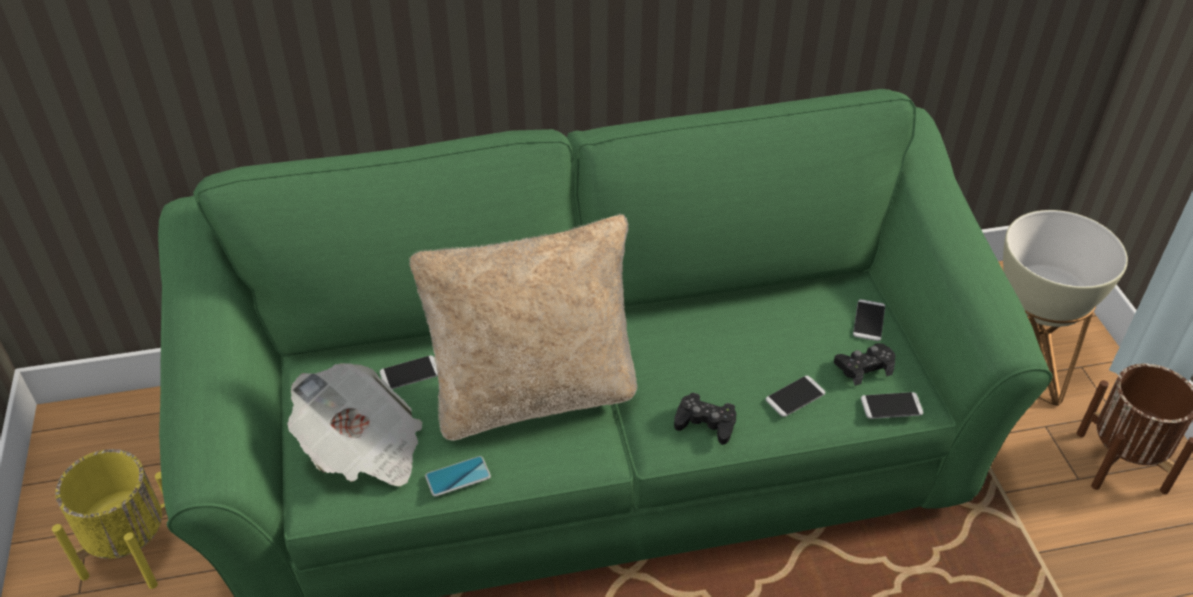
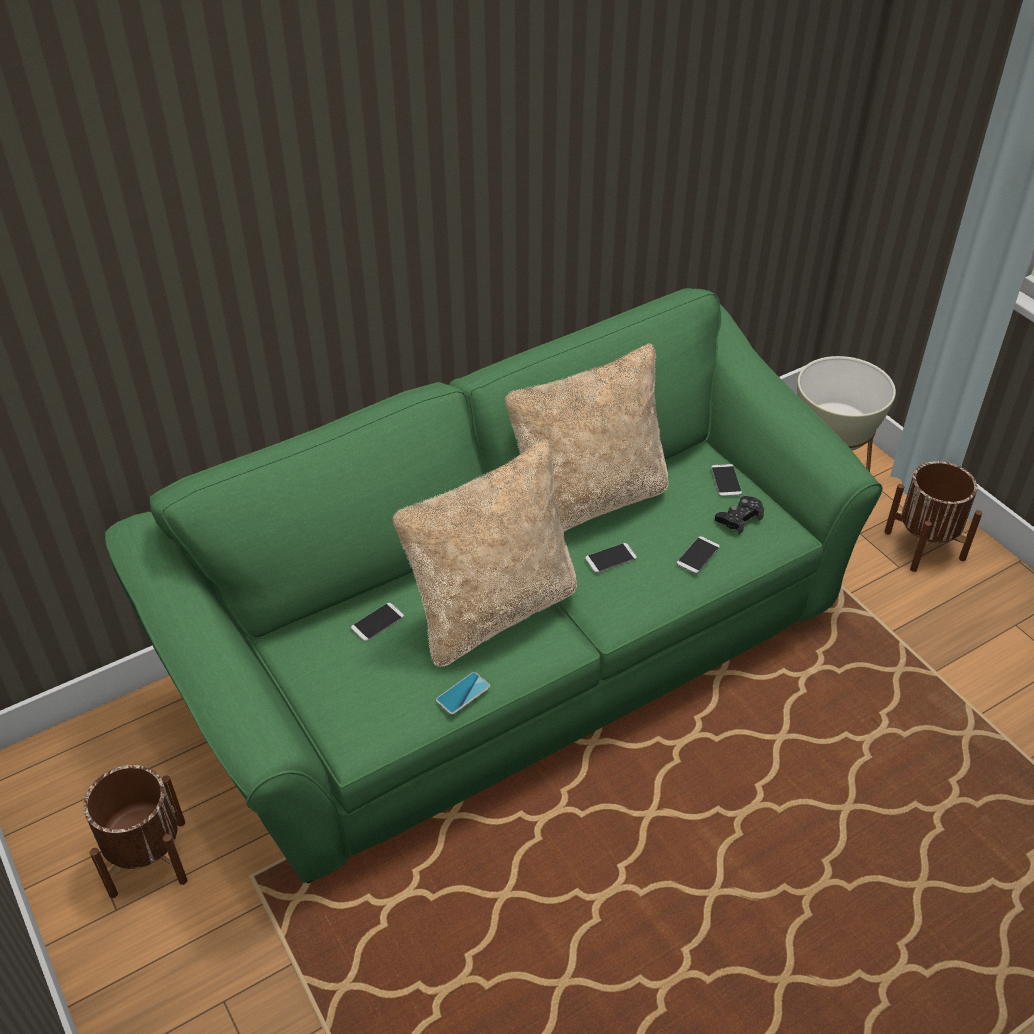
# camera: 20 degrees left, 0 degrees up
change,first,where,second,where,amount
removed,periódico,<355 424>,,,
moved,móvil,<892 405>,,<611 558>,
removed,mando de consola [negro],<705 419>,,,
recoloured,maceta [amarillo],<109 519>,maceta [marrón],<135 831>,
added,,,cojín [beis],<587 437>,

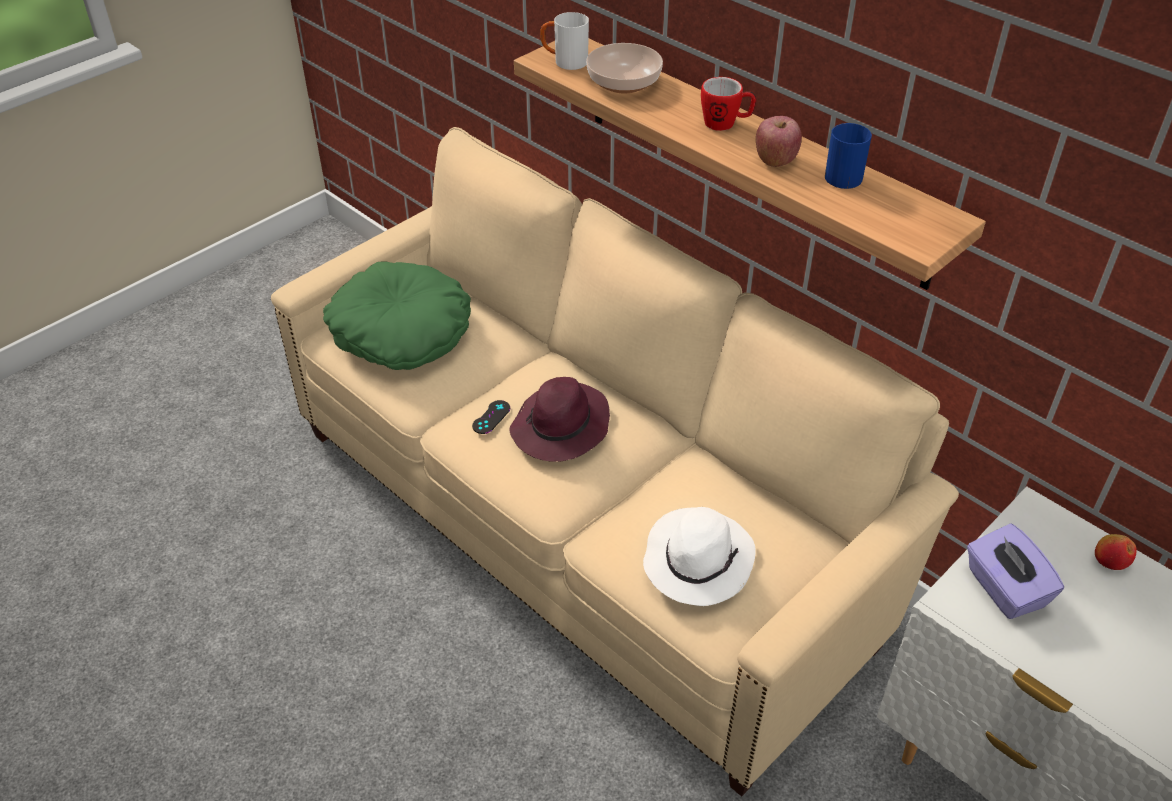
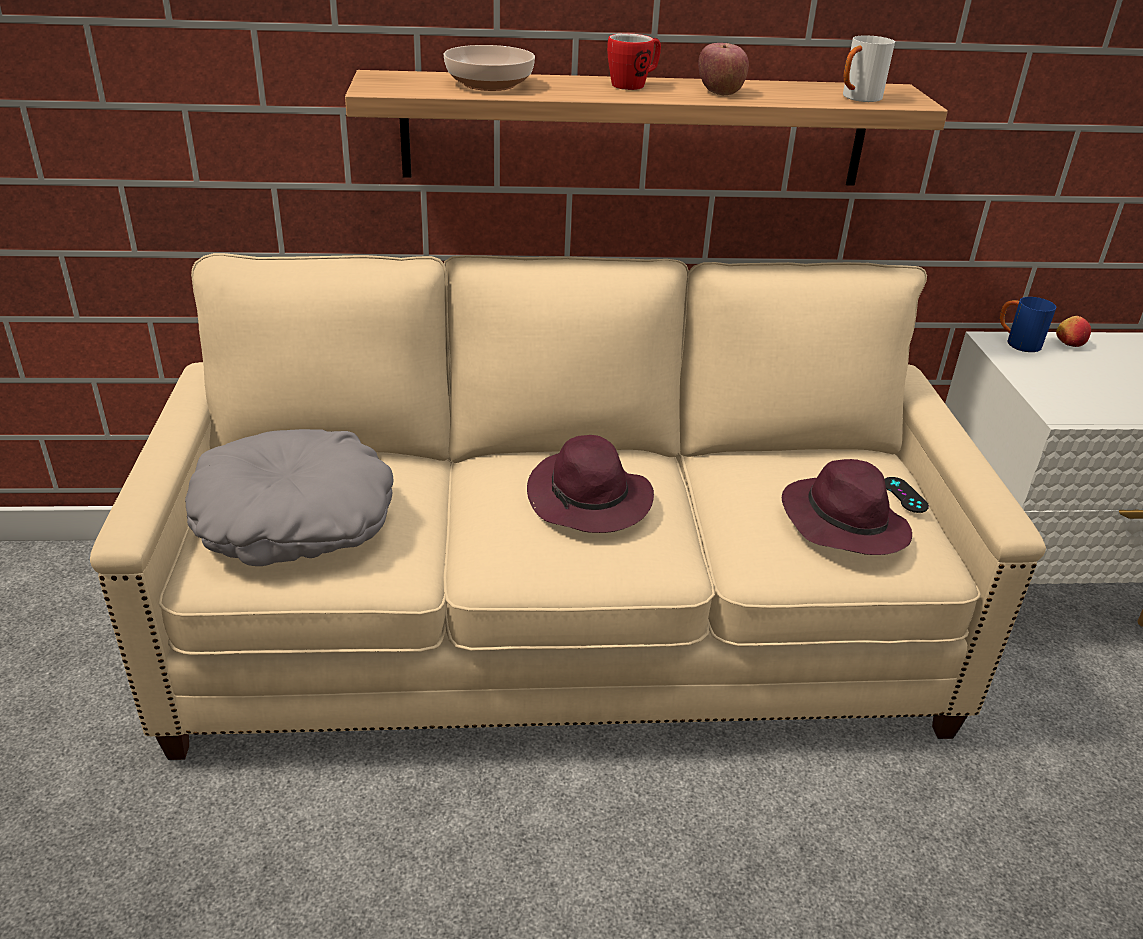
# camera: 50 degrees left, 10 degrees down
change,first,where,second,where,amount
moved,taza grande [blanco],<564 41>,,<869 69>,
moved,taza grande [azul],<848 156>,,<1028 324>,
recoloured,cojín [verde],<397 316>,cojín [gris],<289 497>,
moved,mando de consola [negro],<491 417>,,<906 495>,
recoloured,sombrero [blanco],<699 556>,sombrero [morado],<847 507>,
removed,caja de pañuelos [morado],<1015 571>,,,

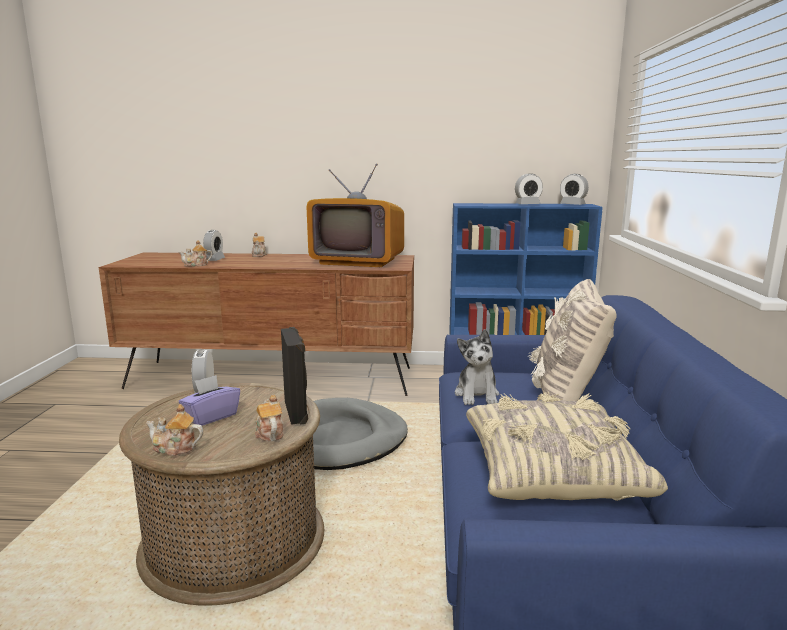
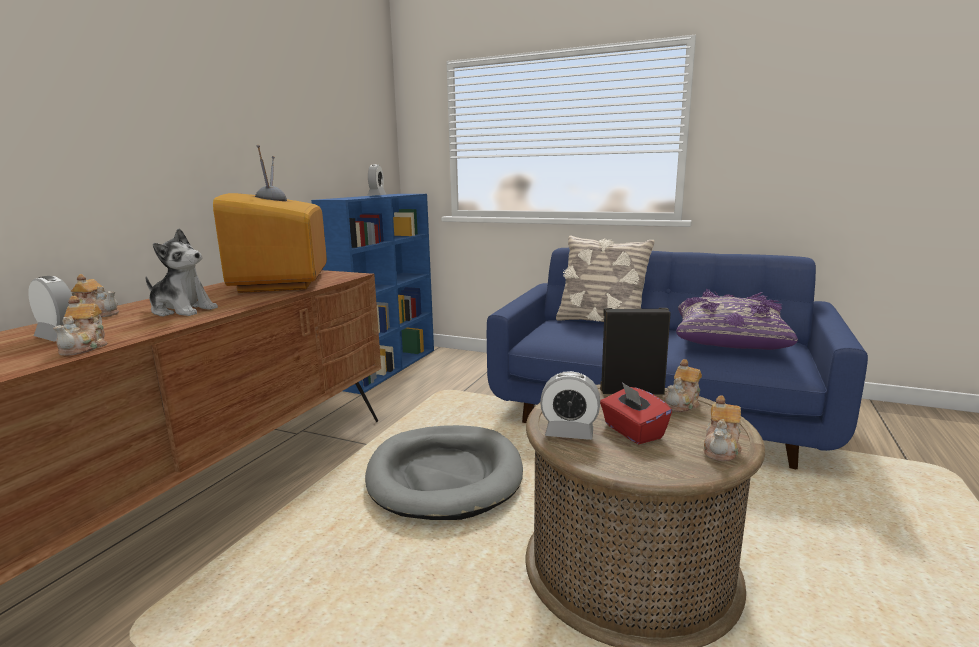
# camera: 70 degrees left, 0 degrees up
change,first,where,second,where,amount
turned,televisor,<355 215>,,<270 219>,135 degrees clockwise
removed,despertador,<574 189>,,,
moved,peluche,<477 367>,,<181 272>,
recoloured,caja de pañuelos [morado],<209 400>,caja de pañuelos [rojo],<636 413>,
recoloured,cojín [beis],<567 446>,cojín [morado],<737 319>,
turned,tetera,<269 418>,,<683 385>,45 degrees counterclockwise

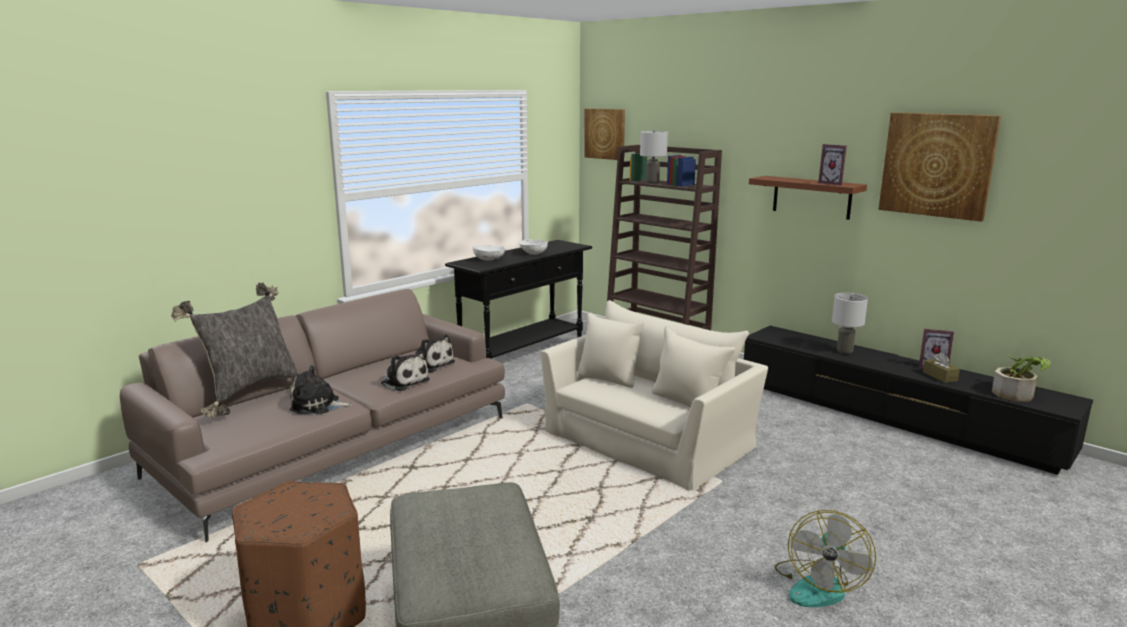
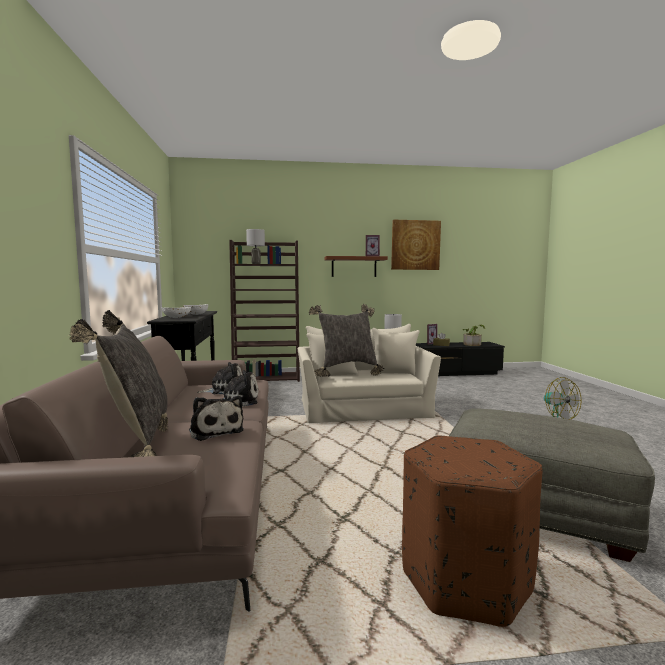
# camera: 50 degrees left, 10 degrees down
change,first,where,second,where,amount
removed,cuadro,<604 134>,,,
turned,peluche,<321 389>,,<216 418>,75 degrees counterclockwise
added,,,cojín,<347 340>,

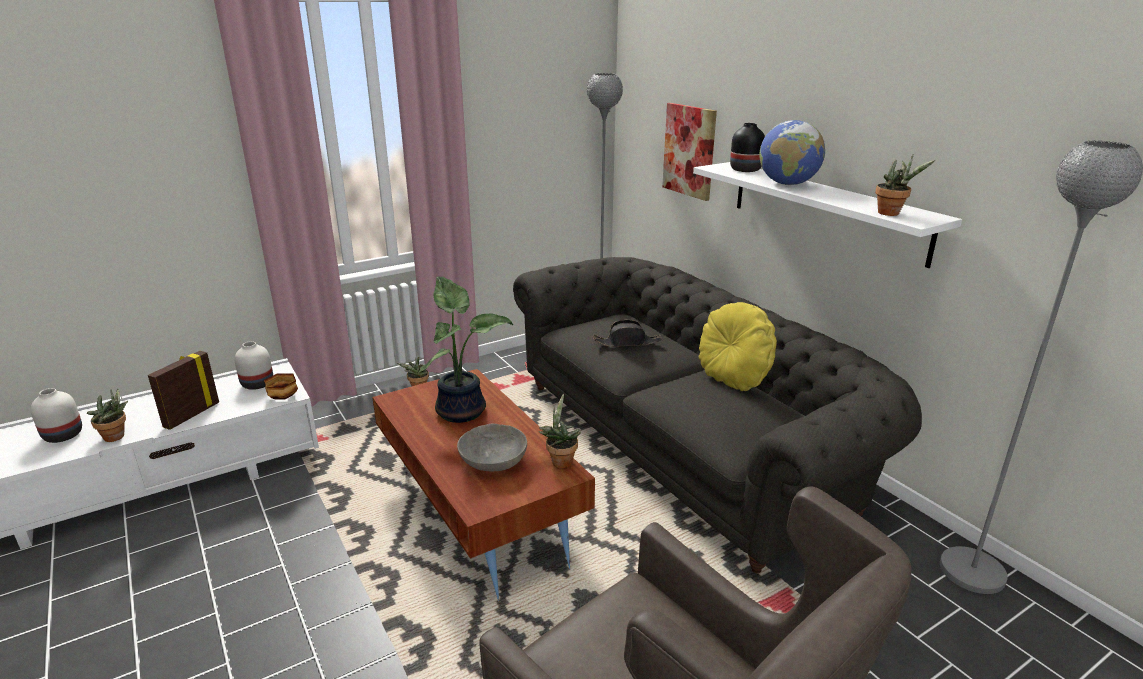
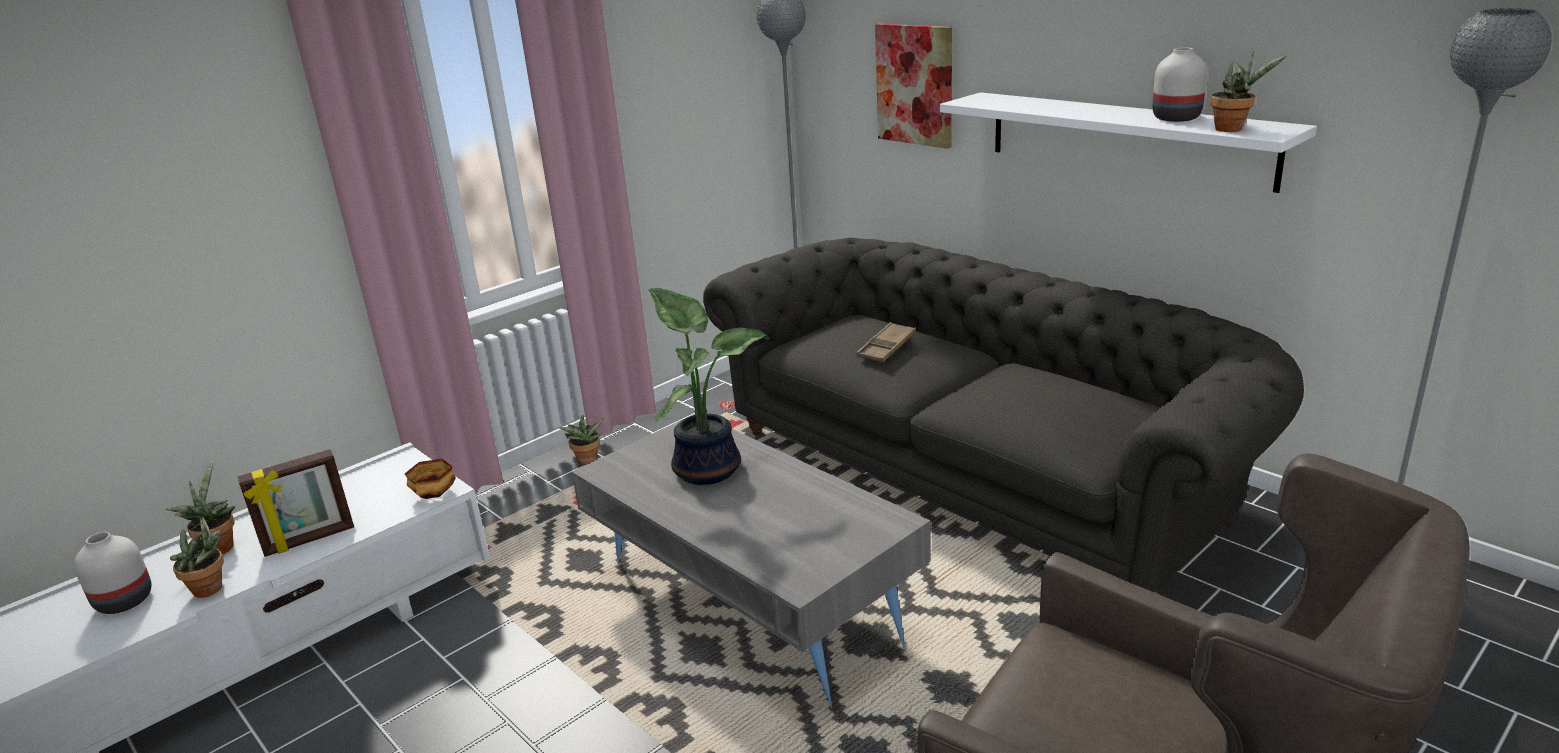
# camera: 10 degrees left, 0 degrees up
change,first,where,second,where,amount
removed,globo terráqueo,<792 152>,,,
removed,florero [negro],<747 147>,,,
removed,cojín [amarillo],<738 346>,,,
replaced,sombrero [negro],<627 333>,bandeja [marrón],<886 342>,
moved,florero [blanco],<253 365>,,<1179 84>,
turned,portarretratos,<183 390>,,<296 503>,135 degrees counterclockwise
recoloured,mesa de centro [marrón],<483 485>,mesa de centro [gris],<751 561>,
moved,planta en maceta,<560 431>,,<200 507>,
removed,cuenco [gris],<492 447>,,,

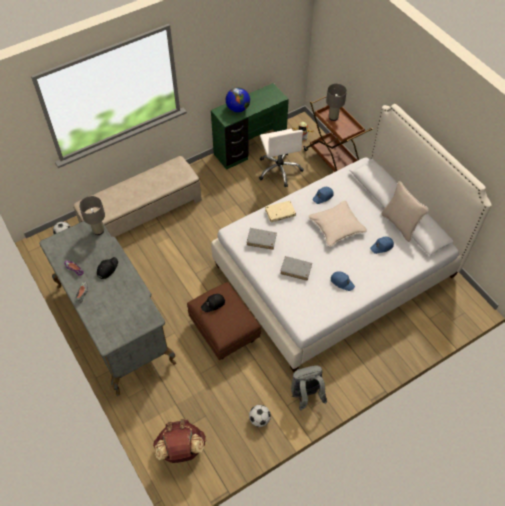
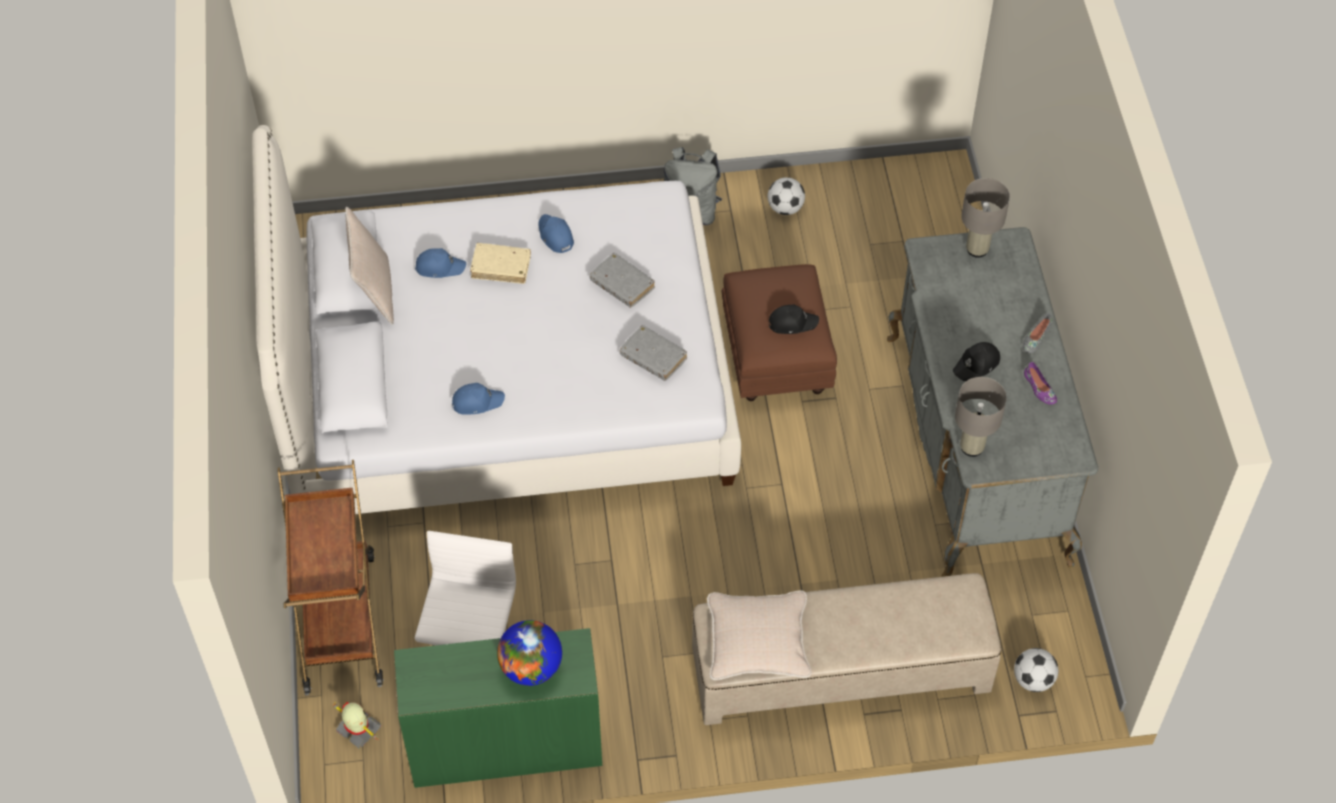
# camera: 155 degrees left, 0 degrees up
change,first,where,second,where,amount
moved,lámpara de mesa [gris],<336 102>,,<985 218>,
moved,libro [beis],<280 211>,,<500 263>,
moved,cojín [beis],<337 224>,,<759 635>,
removed,mochila [marrón],<179 441>,,,

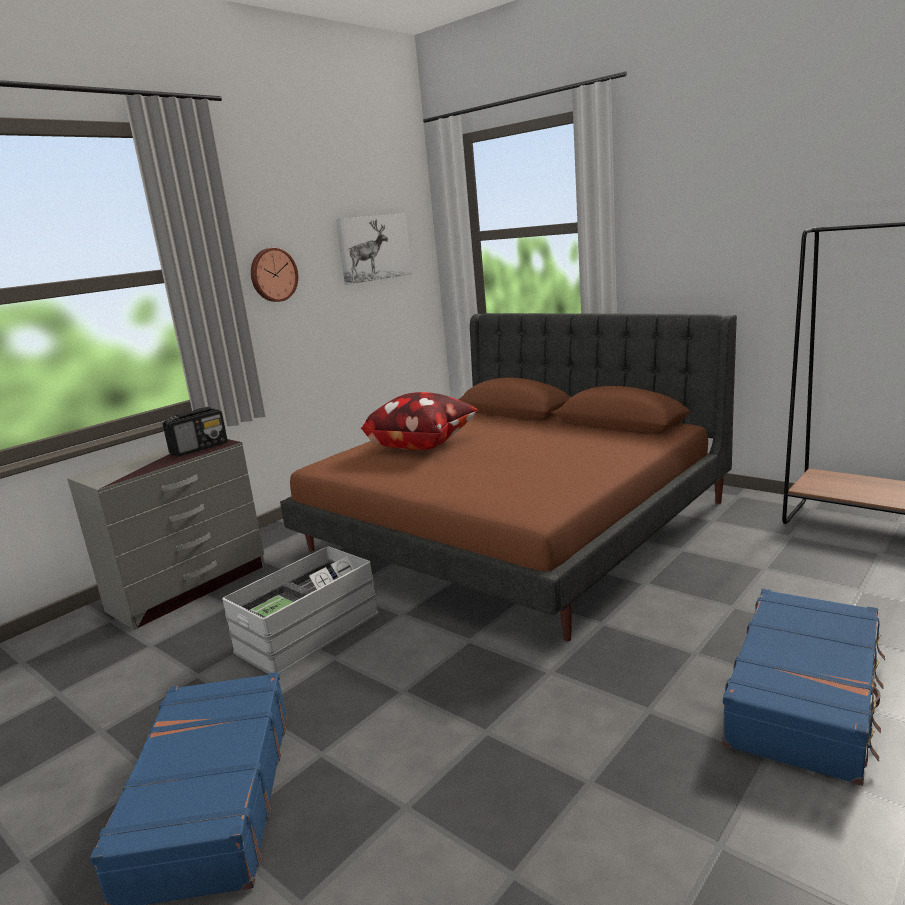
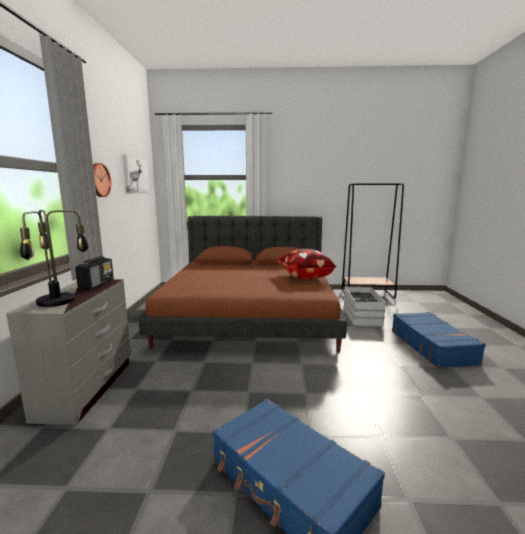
# camera: 40 degrees left, 5 degrees down
change,first,where,second,where,amount
moved,cojín,<419 421>,,<306 264>,
moved,caja de almacenaje [gris],<300 611>,,<364 306>,
added,,,lámpara de mesa,<54 258>,

